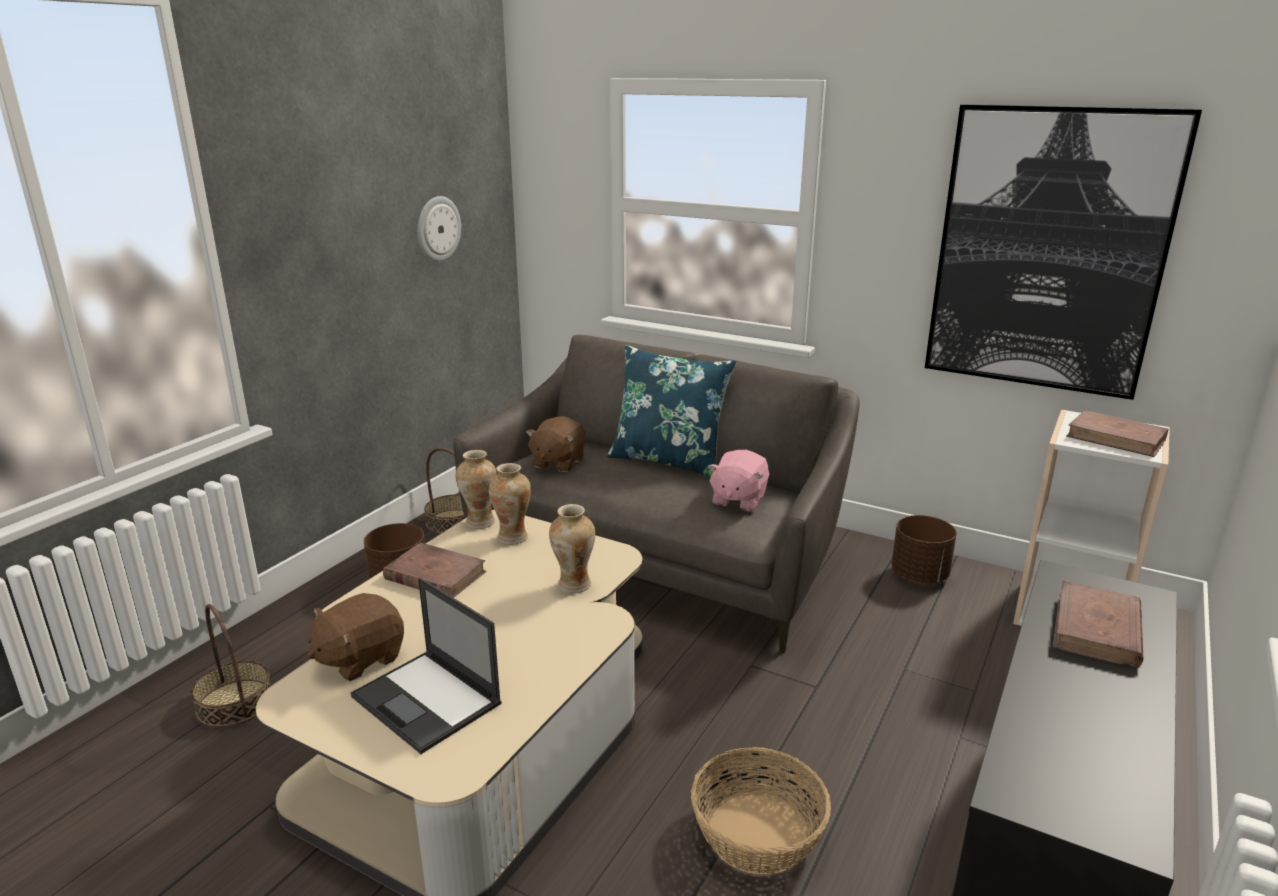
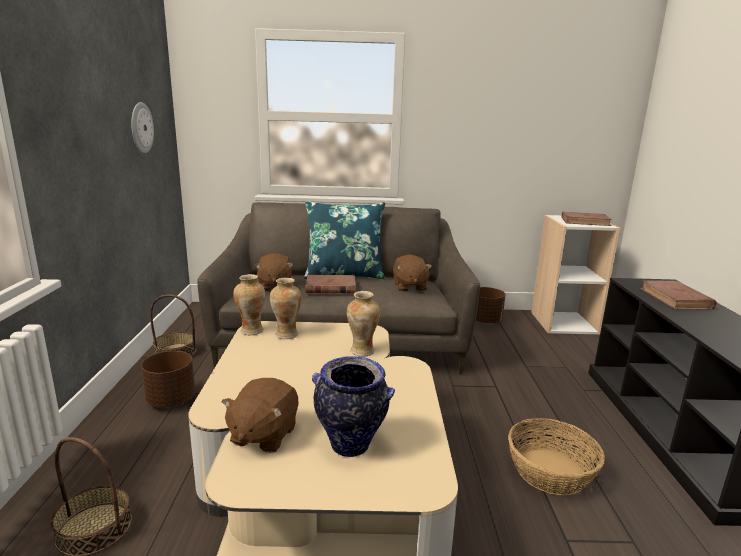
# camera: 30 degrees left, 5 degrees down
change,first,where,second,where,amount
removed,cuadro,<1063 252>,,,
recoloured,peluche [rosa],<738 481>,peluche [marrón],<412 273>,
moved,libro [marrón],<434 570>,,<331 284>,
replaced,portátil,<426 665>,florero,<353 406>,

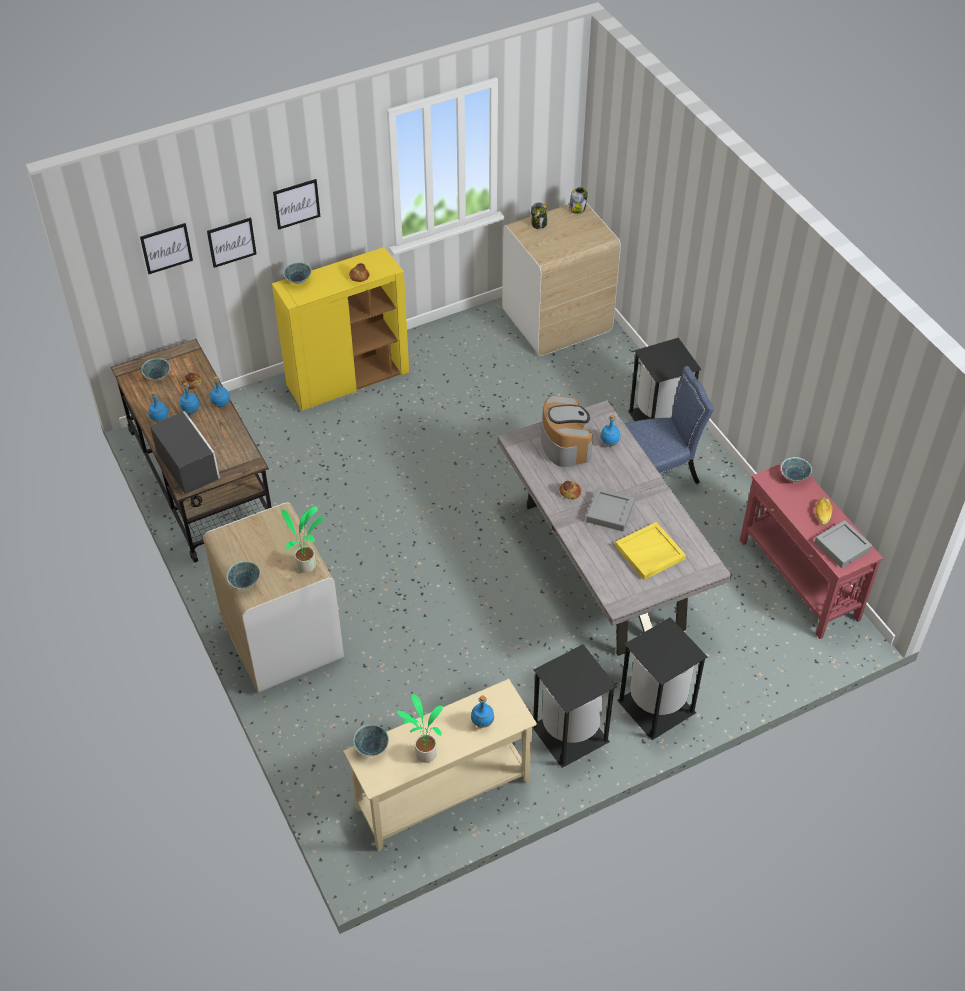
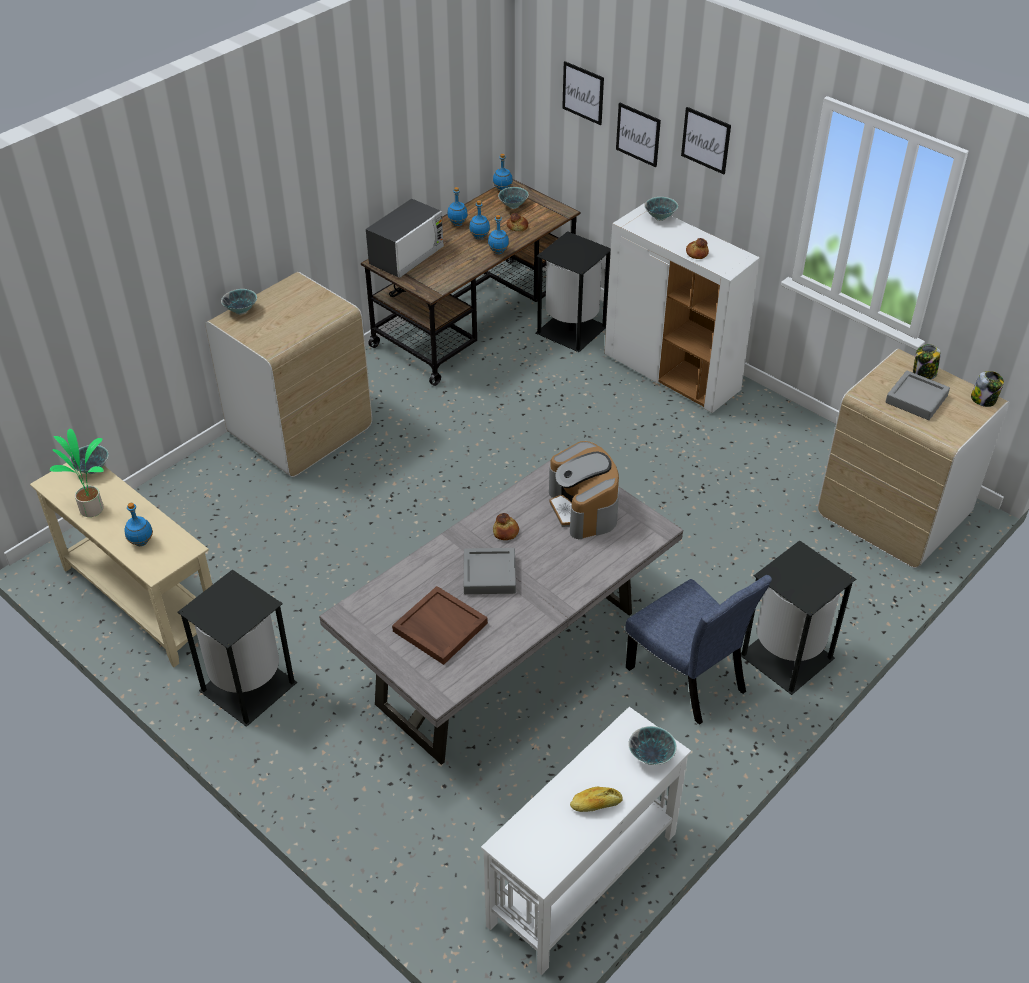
# camera: 70 degrees right, 5 degrees down
change,first,where,second,where,amount
recoloured,armario [amarillo],<340 329>,armario [blanco],<682 308>,
turned,cafetera,<567 431>,,<584 490>,105 degrees clockwise
moved,botella [azul],<610 430>,,<503 172>,
recoloured,mesa consola [rojo],<811 551>,mesa consola [blanco],<586 841>,
removed,planta en maceta,<303 539>,,,
moved,bandeja [gris],<843 544>,,<918 395>,
recoloured,bandeja [amarillo],<650 551>,bandeja [marrón],<440 625>,
moved,papelera [negro],<662 678>,,<573 291>,

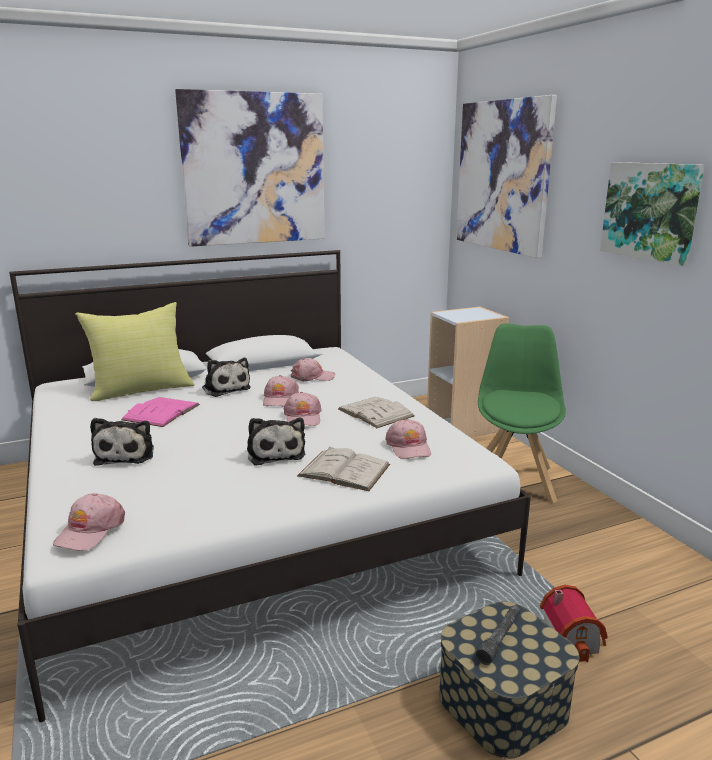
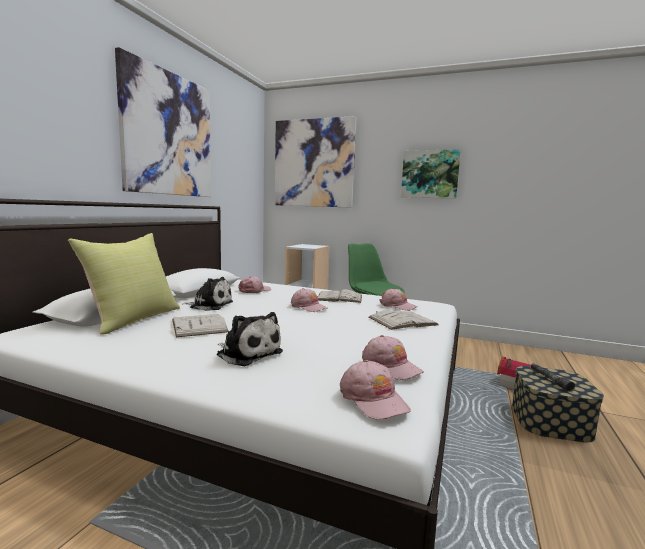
# camera: 45 degrees left, 10 degrees down
change,first,where,second,where,amount
moved,gorra [rosa],<281 391>,,<393 357>,
recoloured,libro [rosa],<160 412>,libro [blanco],<200 325>,
removed,peluche,<276 441>,,,

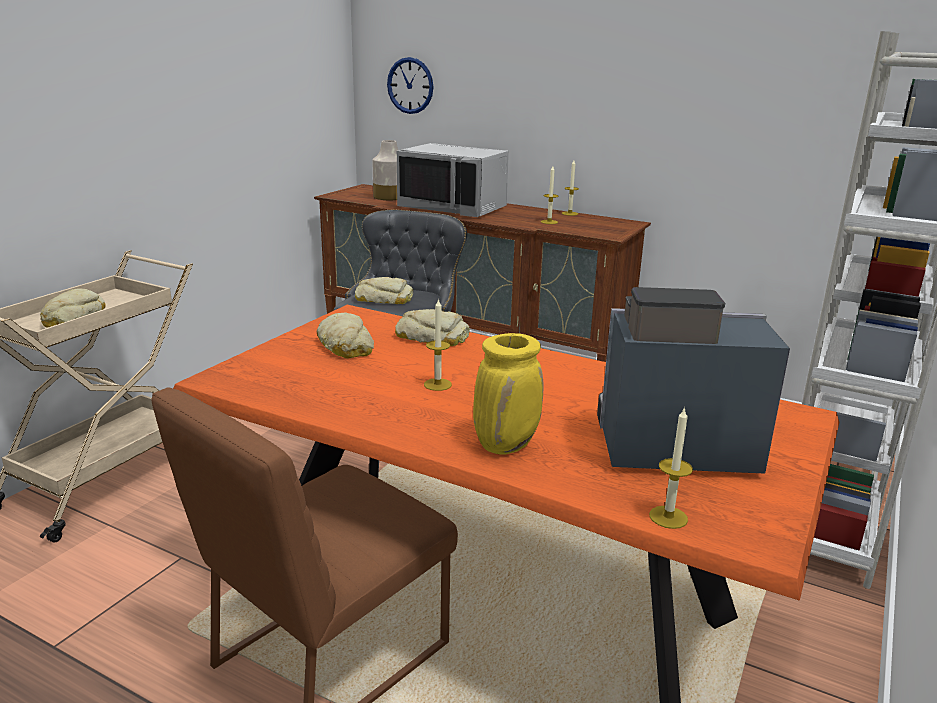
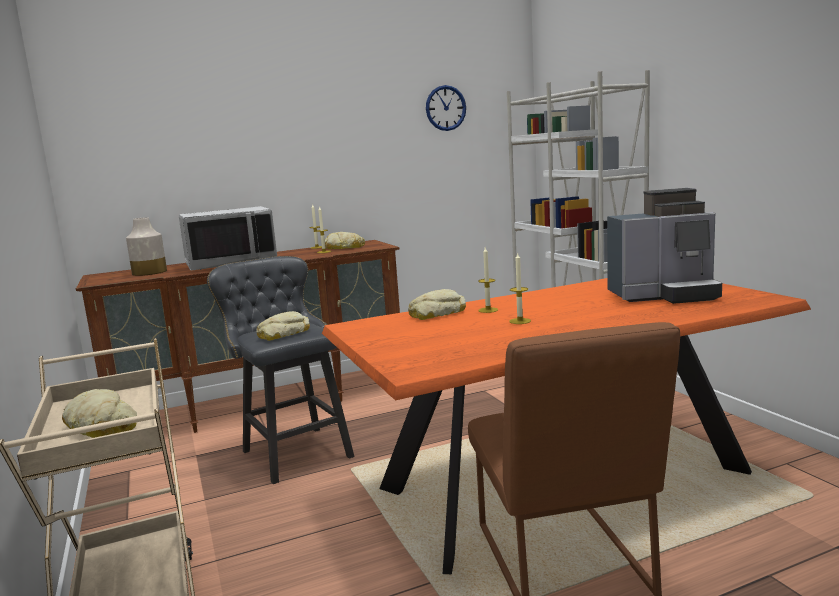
# camera: 50 degrees left, 10 degrees down
change,first,where,second,where,amount
moved,reloj de pared,<410 85>,,<446 108>,
turned,cafetera,<693 380>,,<664 246>,135 degrees counterclockwise
moved,pan,<345 335>,,<345 240>,
removed,florero [amarillo],<508 394>,,,
moved,vela,<671 468>,,<488 280>,

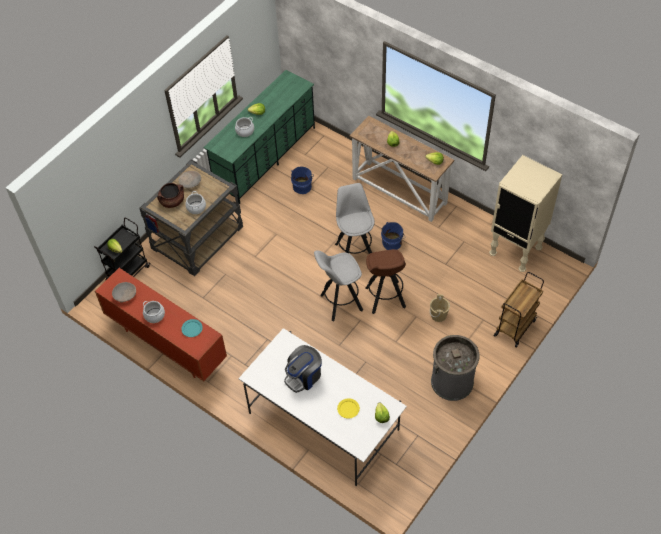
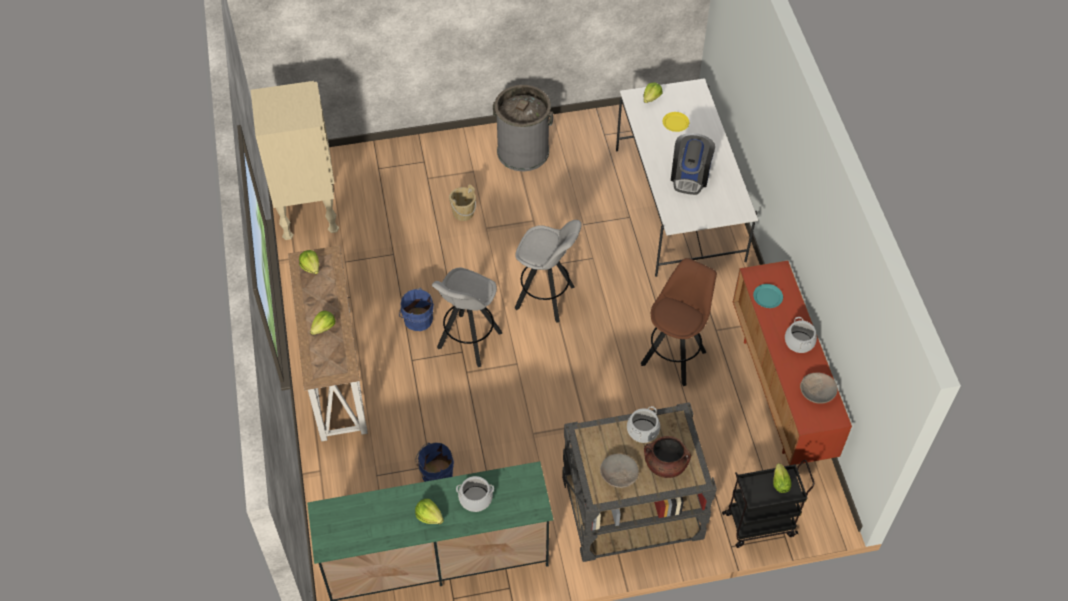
# camera: 140 degrees left, 0 degrees up
change,first,where,second,where,amount
moved,taburete [marrón],<385 281>,,<679 322>,
removed,carrito [marrón],<518 310>,,,
turned,cafetera,<303 369>,,<693 164>,105 degrees clockwise

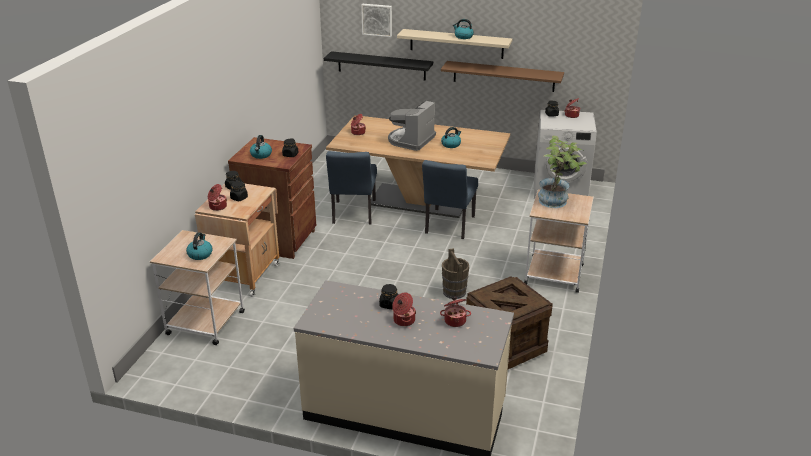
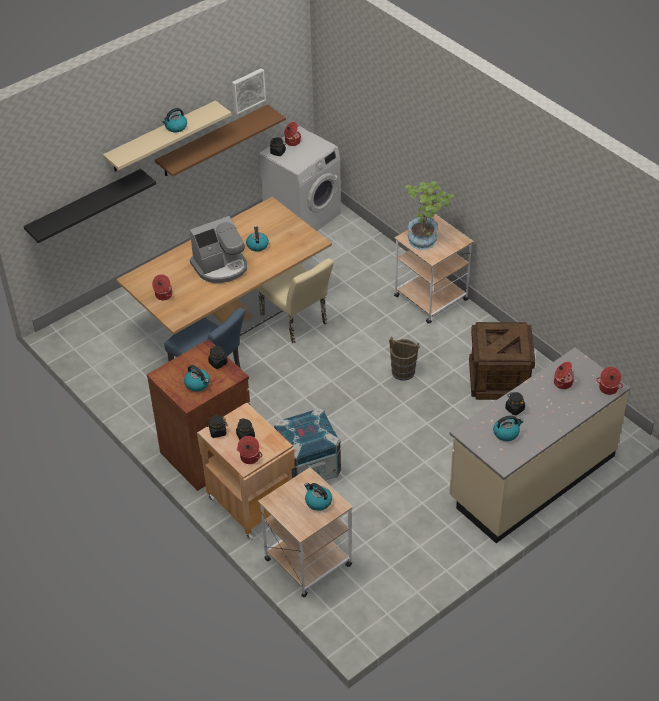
# camera: 55 degrees left, 15 degrees up
change,first,where,second,where,amount
moved,cuadro,<376 20>,,<249 91>,
turned,cafetera,<412 125>,,<218 249>,90 degrees counterclockwise
recoloured,silla [azul],<450 199>,silla [beis],<295 300>,
moved,olla,<404 309>,,<609 381>,
added,,,caja de embalaje,<307 444>,
added,,,hervidor,<508 428>,

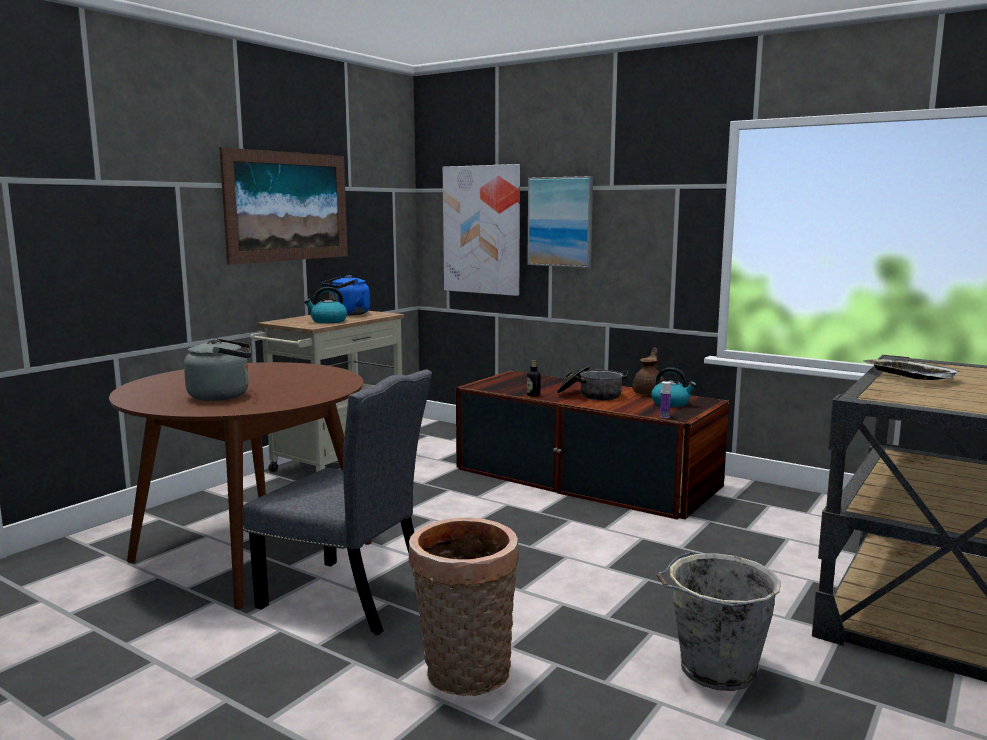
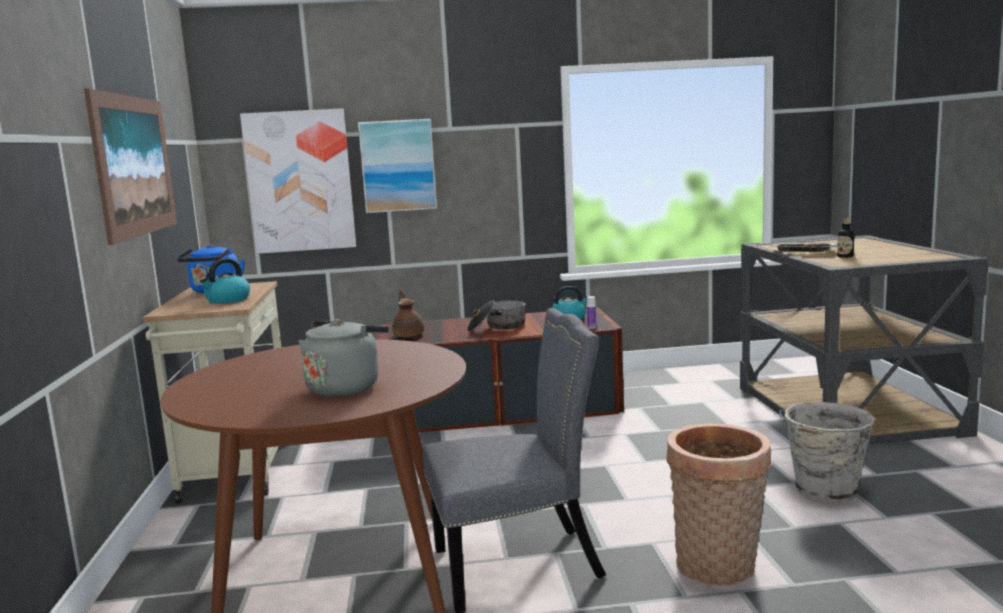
# camera: 40 degrees left, 0 degrees up
change,first,where,second,where,amount
moved,tetera [marrón],<648 371>,,<408 314>,
moved,botella,<534 378>,,<845 238>,

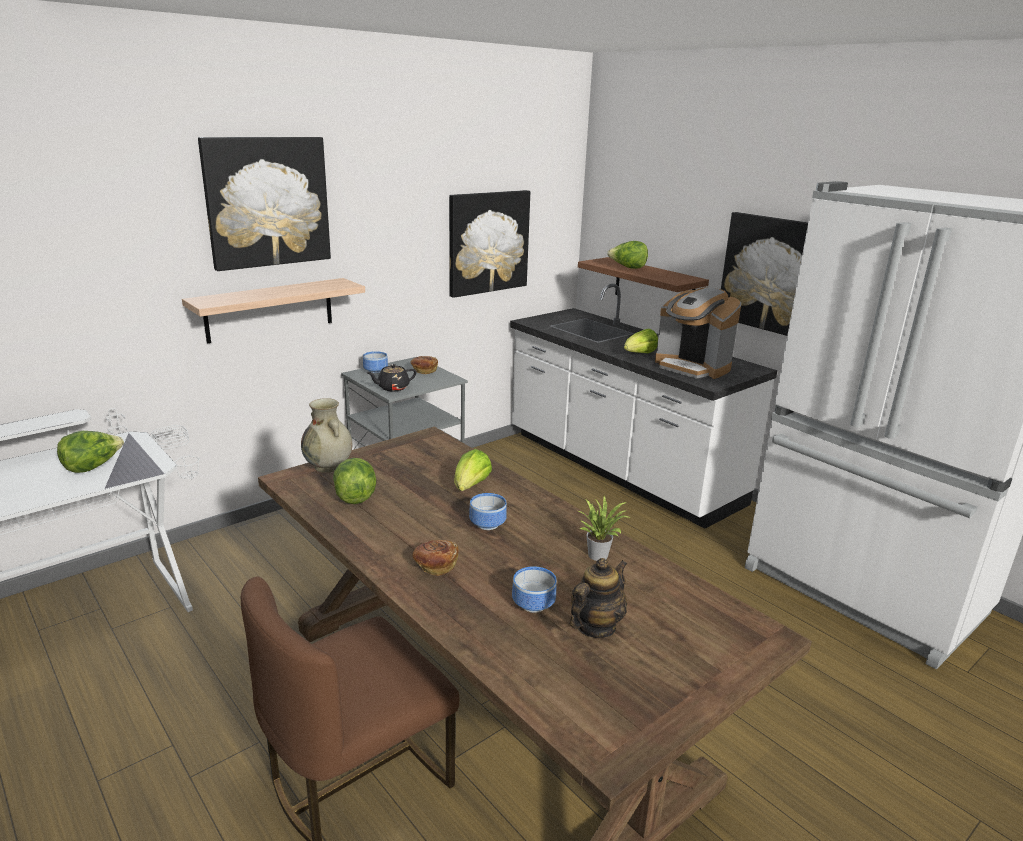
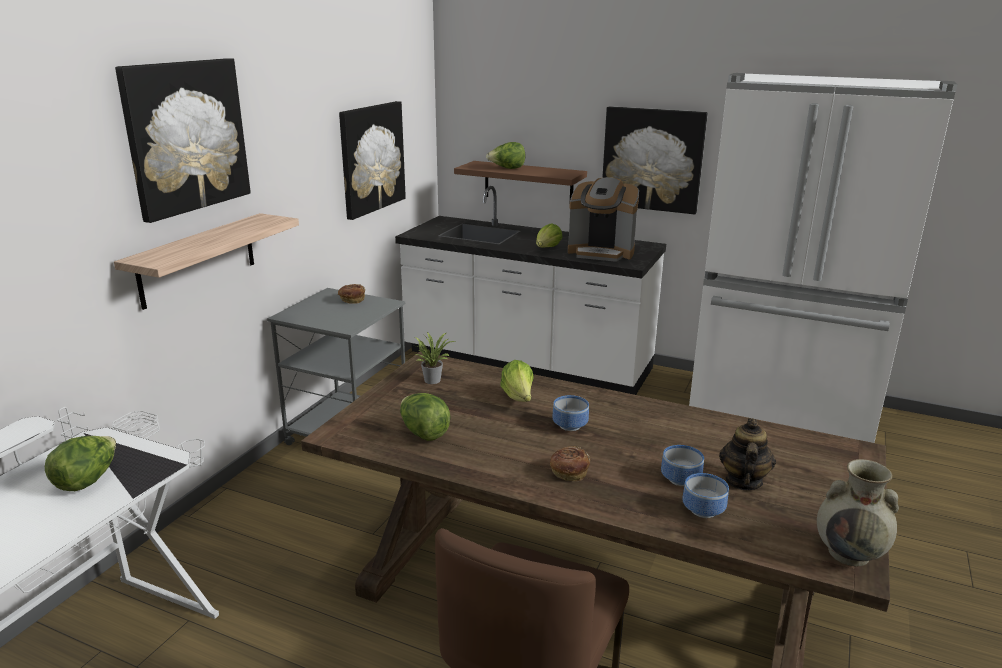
# camera: 25 degrees left, 0 degrees up
change,first,where,second,where,amount
moved,cuenco,<375 362>,,<705 495>,
removed,tetera [negro],<391 378>,,,
moved,florero [beis],<326 435>,,<858 513>,
moved,planta en maceta,<604 528>,,<435 358>,

